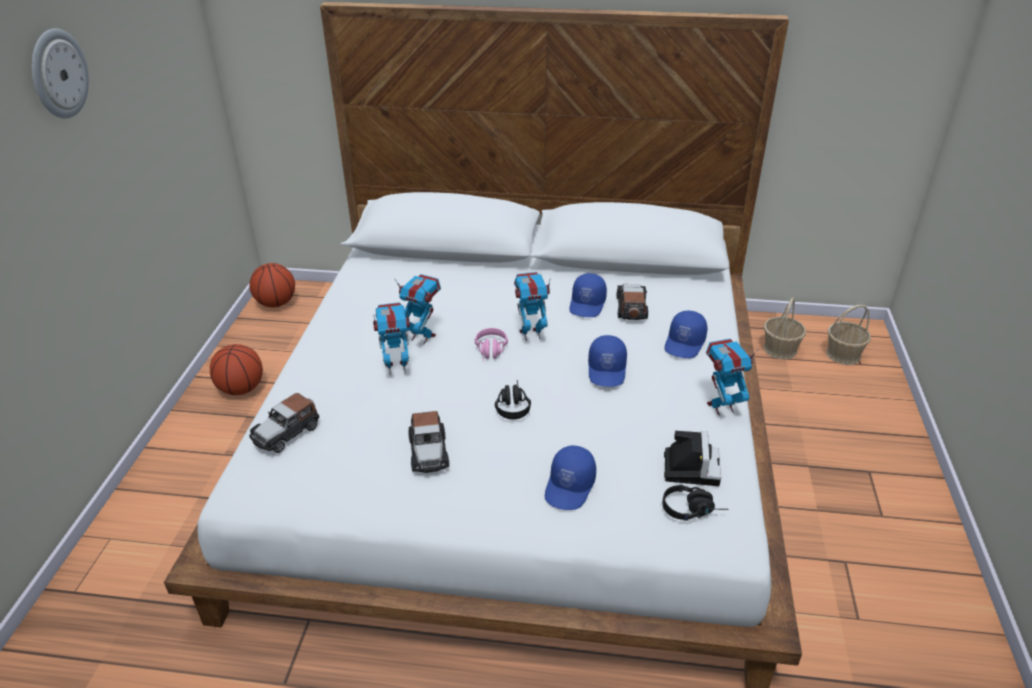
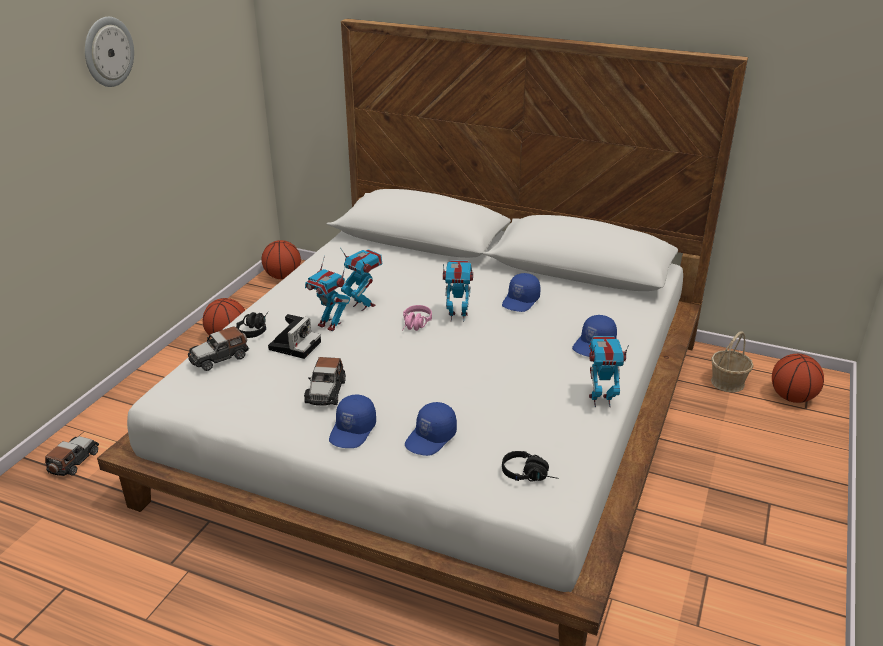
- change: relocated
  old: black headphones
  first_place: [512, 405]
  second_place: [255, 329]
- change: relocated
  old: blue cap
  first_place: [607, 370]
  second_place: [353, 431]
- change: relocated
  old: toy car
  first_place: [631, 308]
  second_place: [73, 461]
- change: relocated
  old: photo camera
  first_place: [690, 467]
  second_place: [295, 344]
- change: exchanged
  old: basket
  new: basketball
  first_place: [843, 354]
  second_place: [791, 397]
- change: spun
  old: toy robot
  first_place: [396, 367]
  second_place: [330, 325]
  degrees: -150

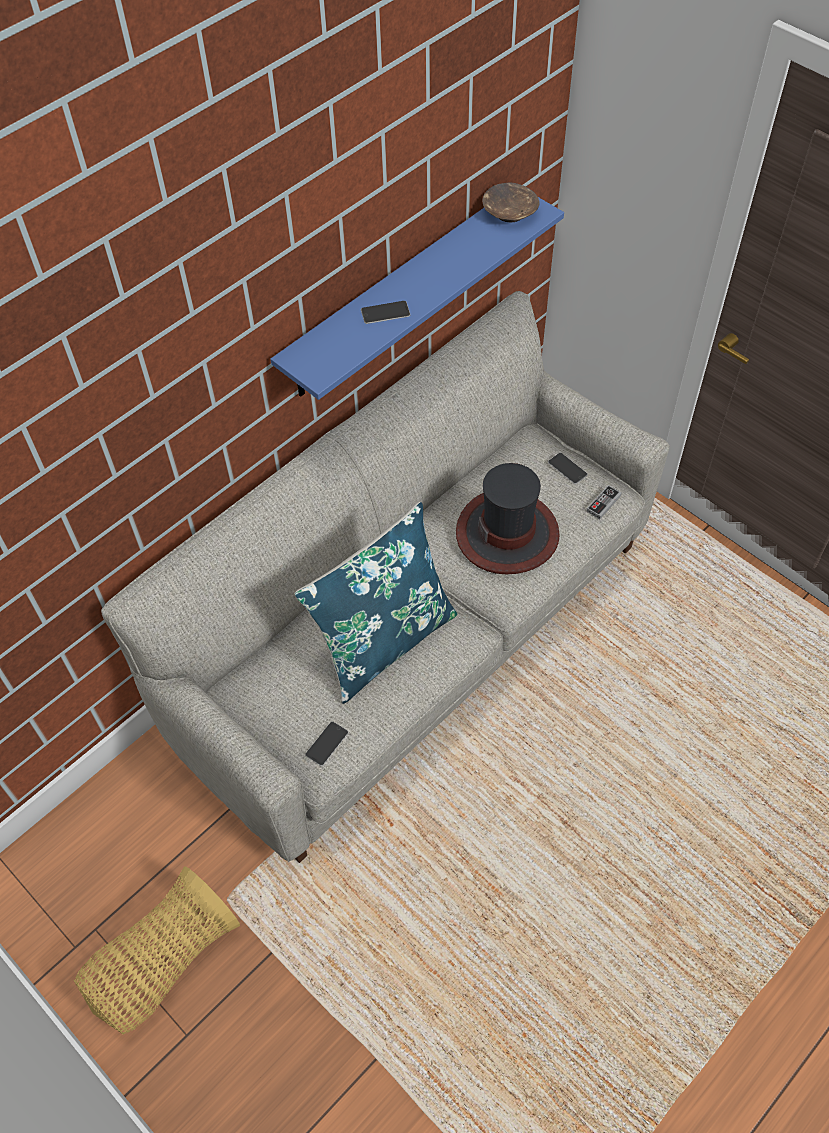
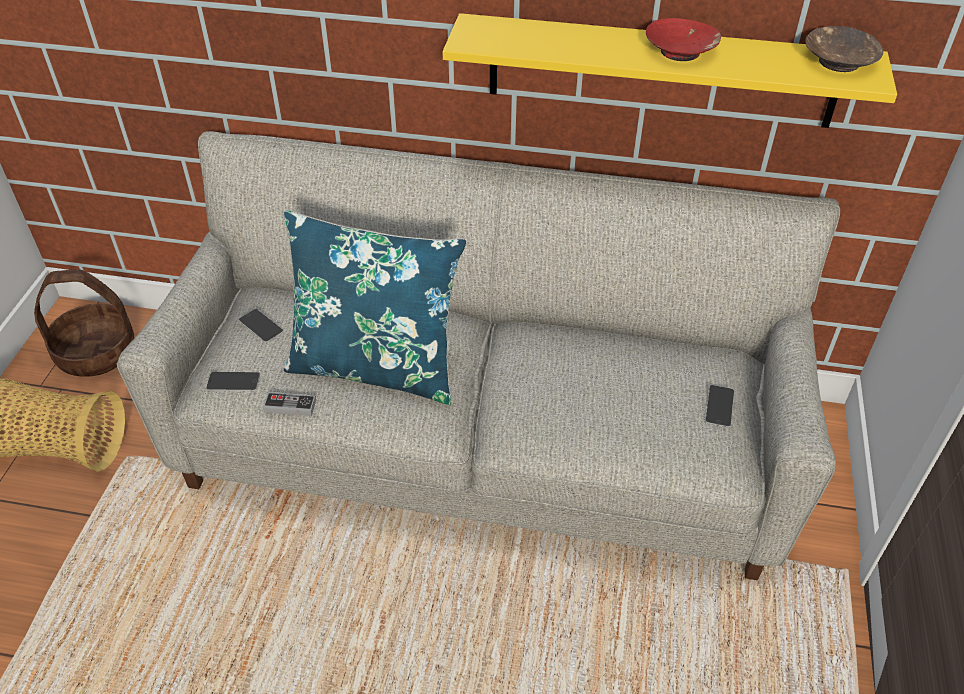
- change: missing
  old: hat
  first_place: [507, 533]
- change: appeared
  new: basket
  second_place: [97, 352]
- change: appeared
  new: red bowl
  second_place: [680, 52]
- change: relocated
  old: phone
  first_place: [385, 312]
  second_place: [260, 326]
- change: relocated
  old: game controller
  first_place: [603, 503]
  second_place: [290, 406]
- change: colour
  old: blue shelf
  new: yellow shelf
  first_place: [401, 293]
  second_place: [661, 71]

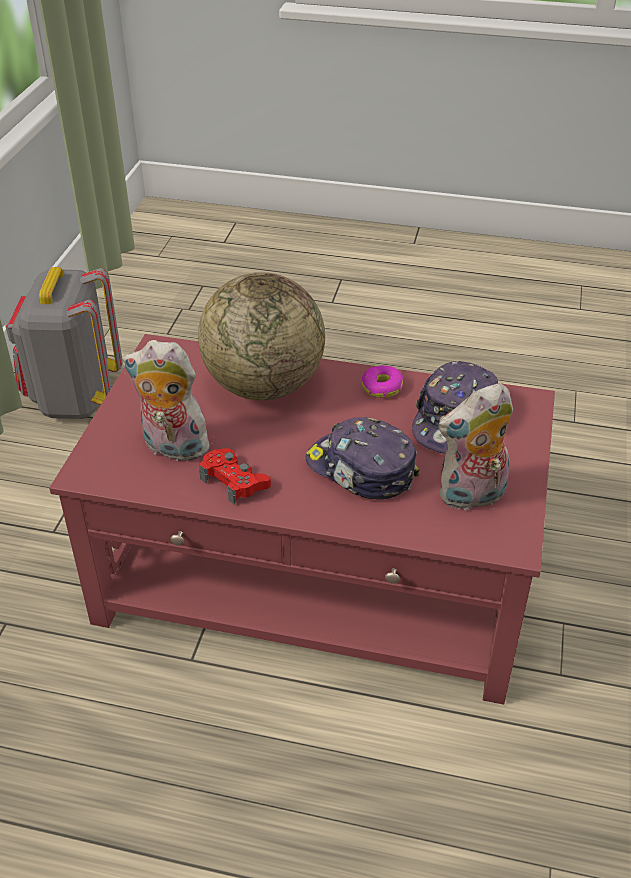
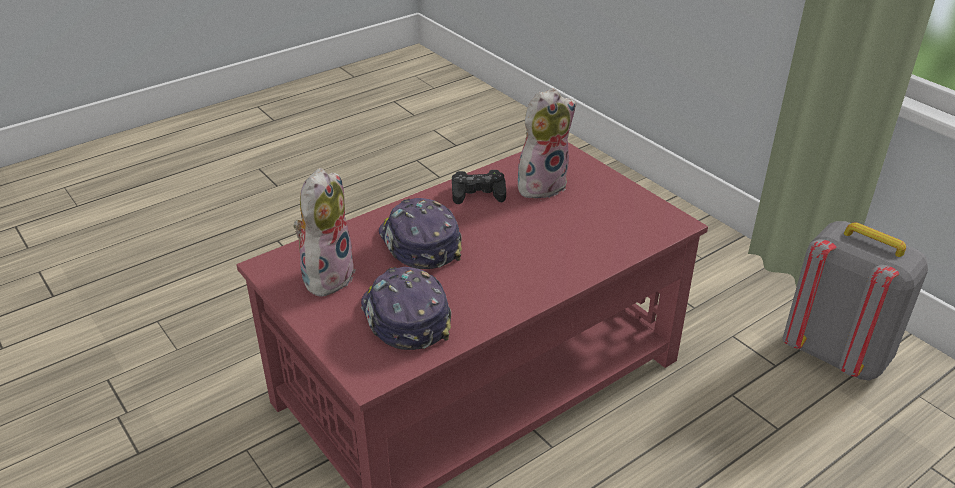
- change: missing
  old: globe
  first_place: [263, 386]
- change: missing
  old: donut
  first_place: [381, 387]
- change: colour
  old: red game controller
  new: black game controller
  first_place: [234, 481]
  second_place: [478, 193]
- change: spun
  old: cap
  first_place: [361, 470]
  second_place: [419, 244]
  degrees: -105

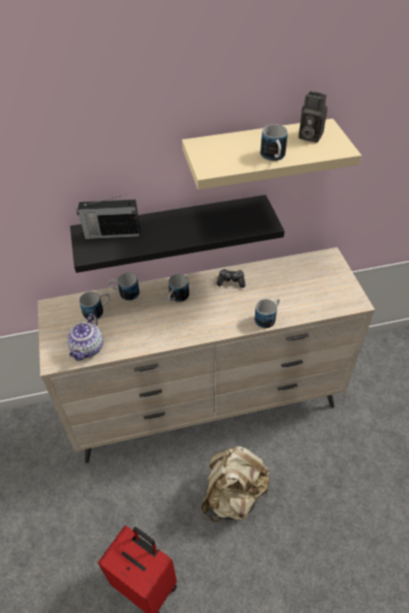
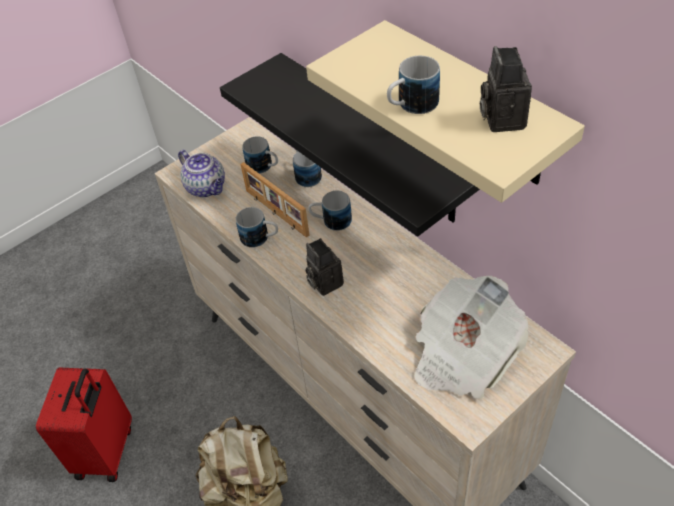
- change: missing
  old: radio
  first_place: [111, 233]
- change: missing
  old: game controller
  first_place: [231, 281]
- change: appeared
  new: picture frame
  second_place: [275, 213]
- change: appeared
  new: photo camera
  second_place: [323, 282]
- change: appeared
  new: newspaper
  second_place: [463, 355]
- change: relocated
  old: mug
  first_place: [268, 318]
  second_place: [260, 238]
- change: spun
  old: teapot
  first_place: [87, 349]
  second_place: [207, 188]
  degrees: -120

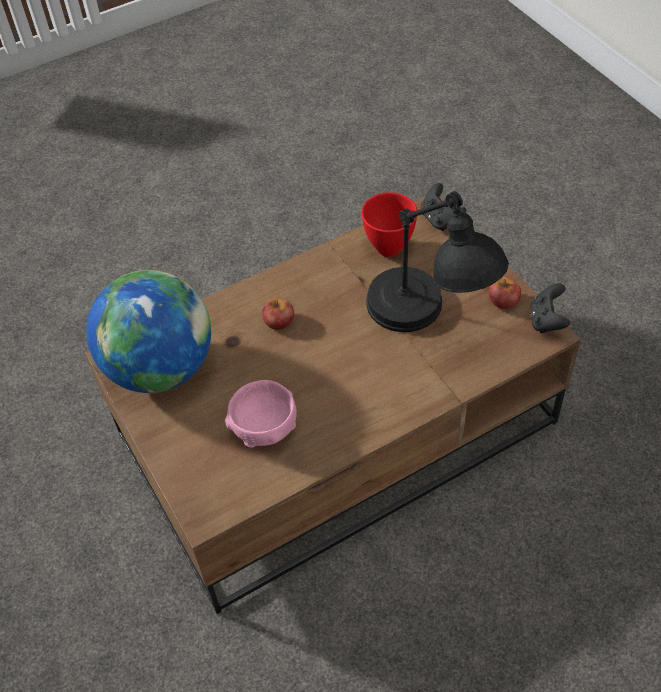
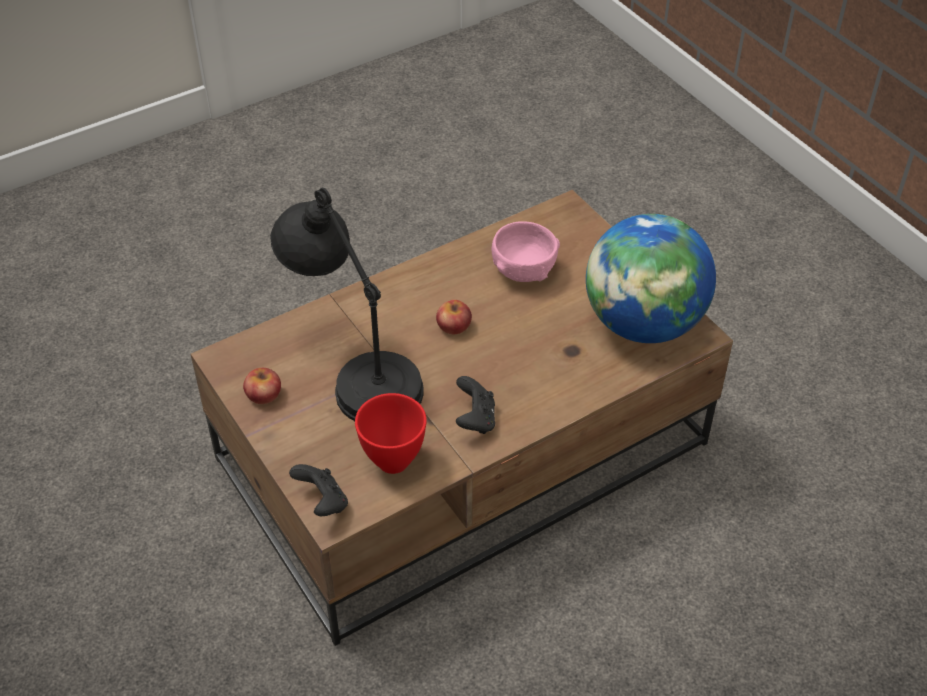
- change: relocated
  old: apple
  first_place: [279, 321]
  second_place: [454, 326]
- change: relocated
  old: black game controller
  first_place: [547, 321]
  second_place: [475, 419]

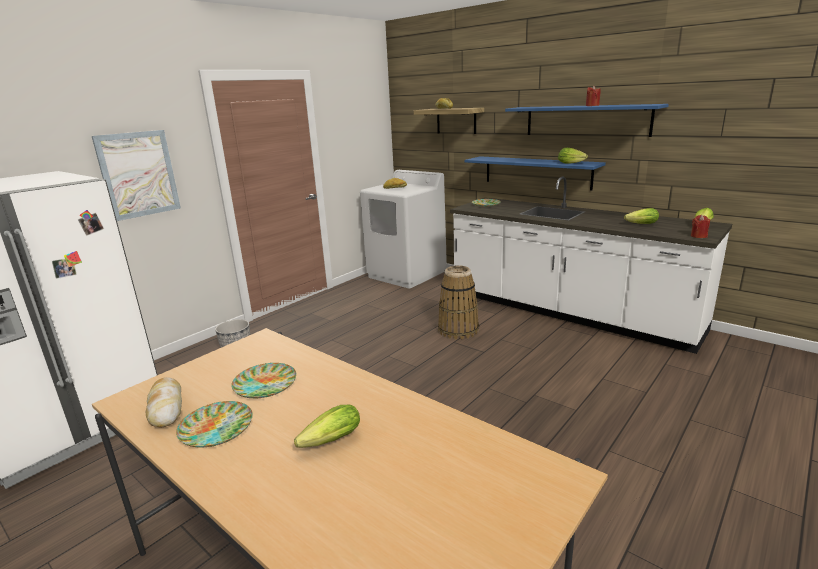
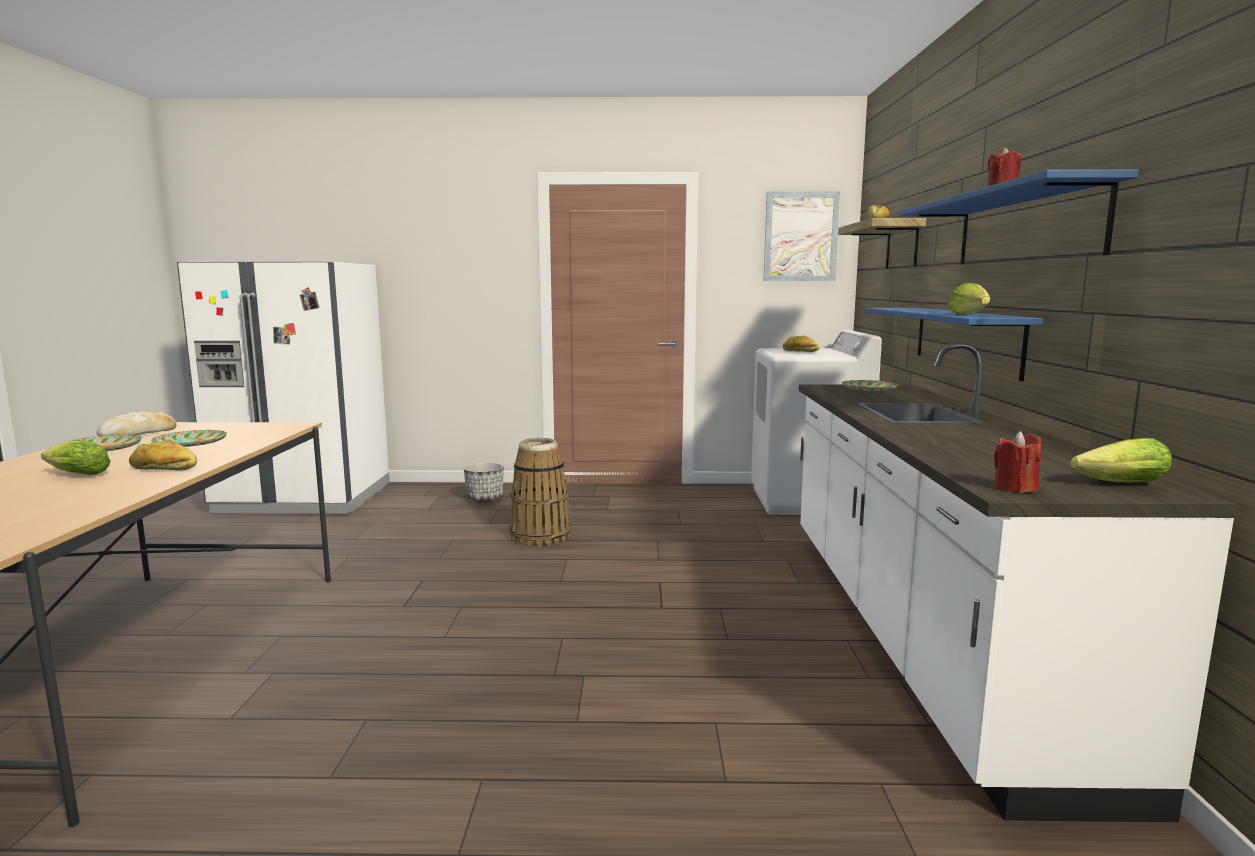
- change: missing
  old: lettuce
  first_place: [639, 224]
- change: appeared
  new: bread
  second_place: [164, 469]
- change: relocated
  old: picture
  first_place: [138, 174]
  second_place: [800, 237]
- change: relocated
  old: basket
  first_place: [458, 330]
  second_place: [540, 536]

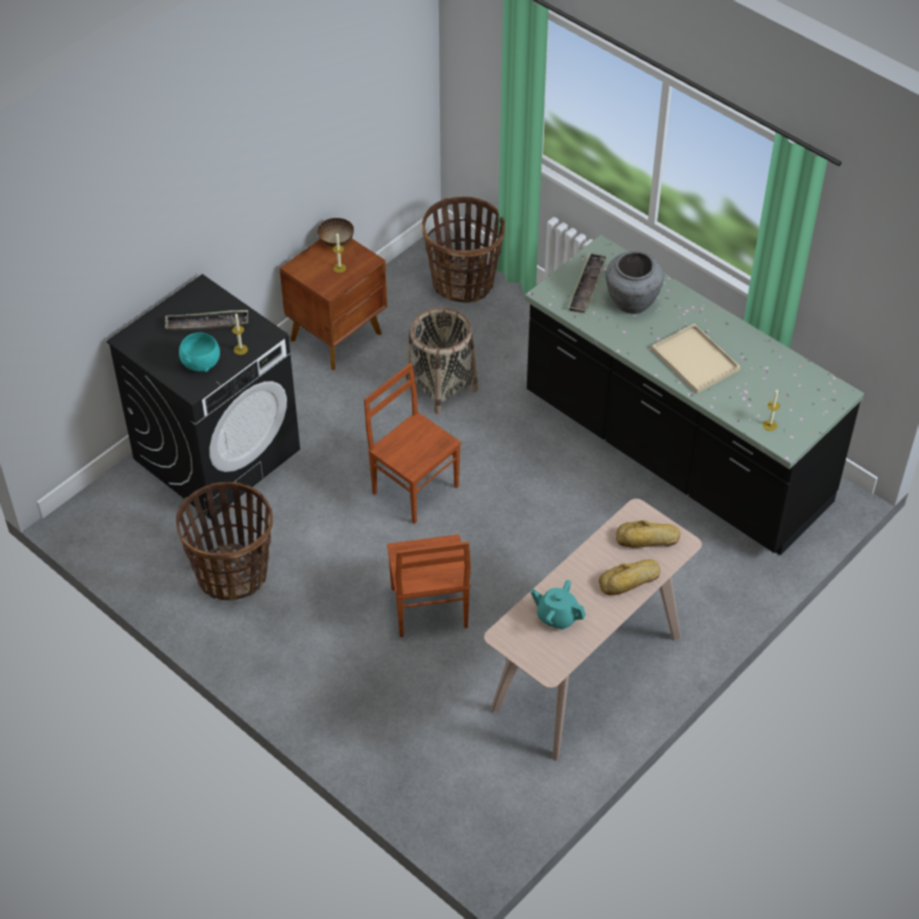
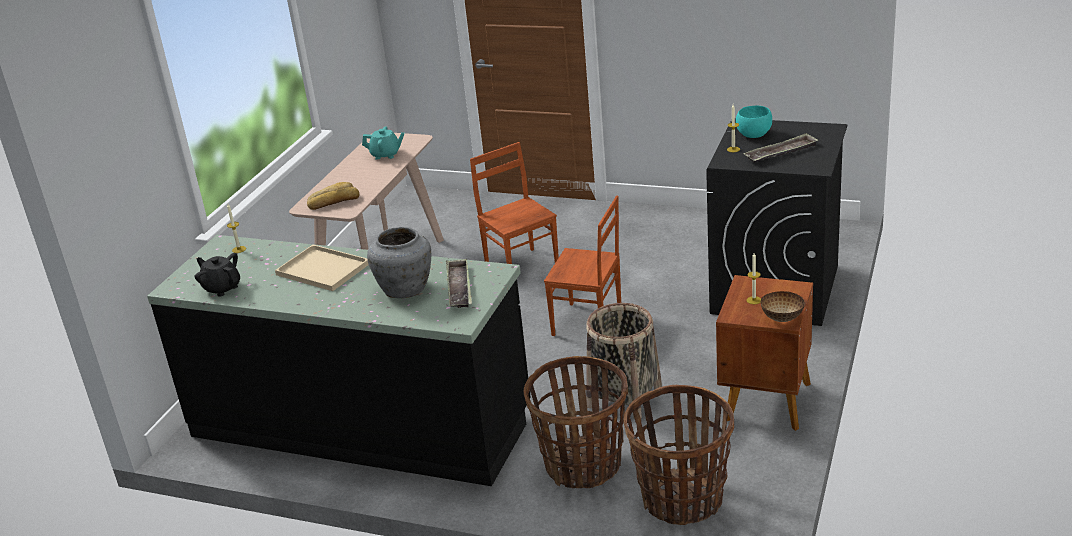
- change: missing
  old: bread
  first_place: [630, 581]
- change: appeared
  new: black teapot
  second_place: [222, 288]
- change: relocated
  old: basket
  first_place: [232, 574]
  second_place: [583, 466]

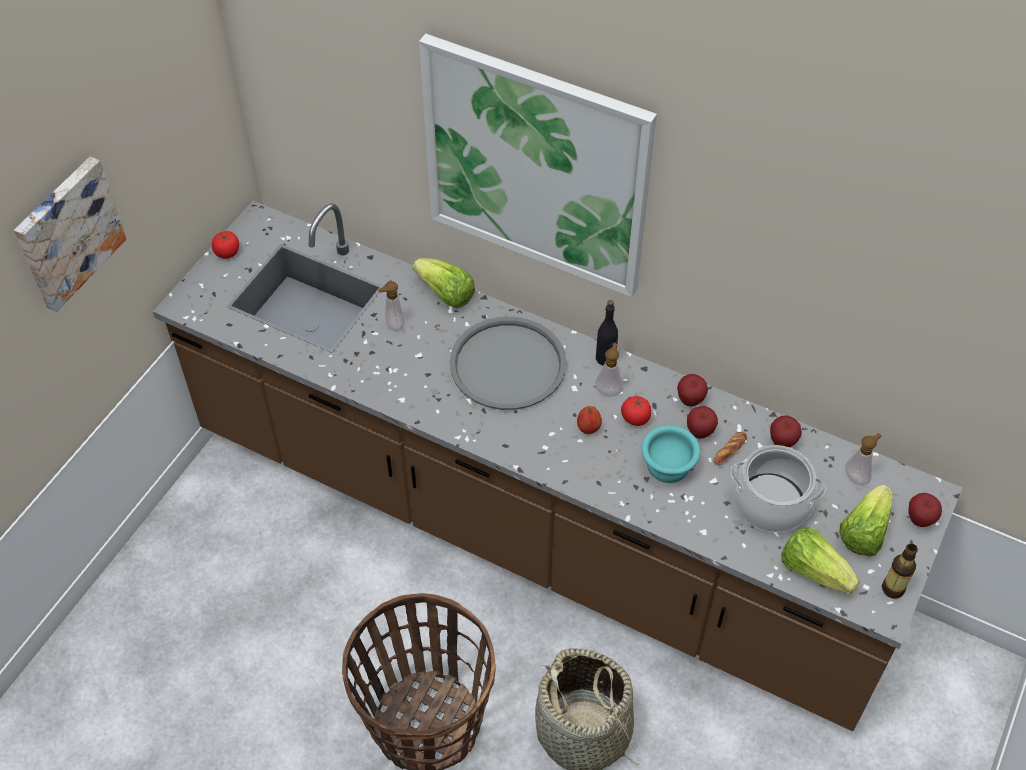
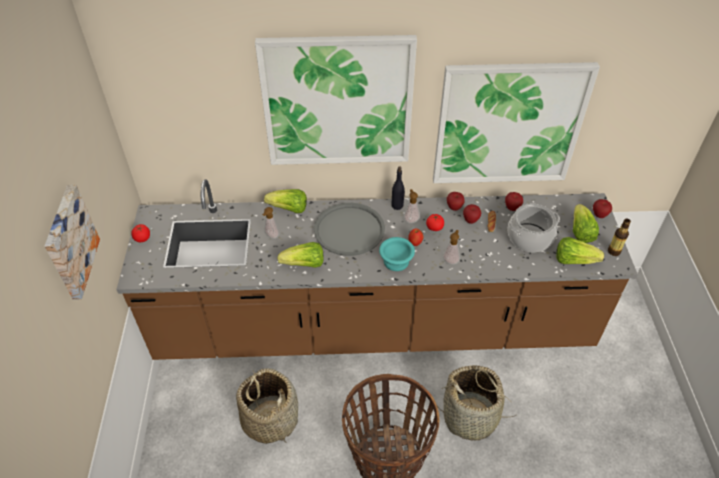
- change: appeared
  new: basket
  second_place: [270, 419]
- change: appeared
  new: lettuce
  second_place: [304, 264]
- change: appeared
  new: picture
  second_place: [509, 124]
- change: relocated
  old: turquoise bowl
  first_place: [669, 466]
  second_place: [397, 262]
- change: relocated
  old: soap dispenser
  first_place: [857, 477]
  second_place: [451, 261]

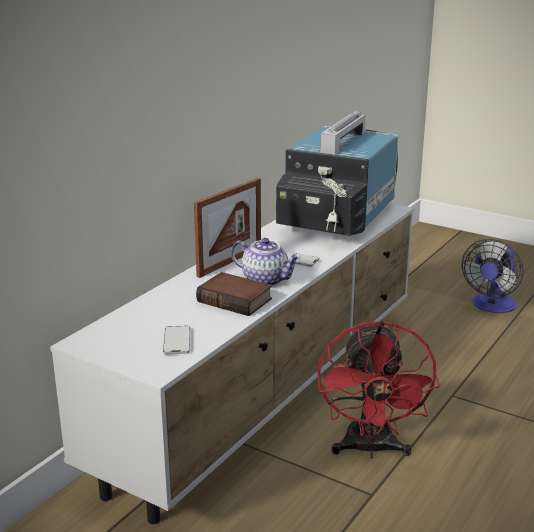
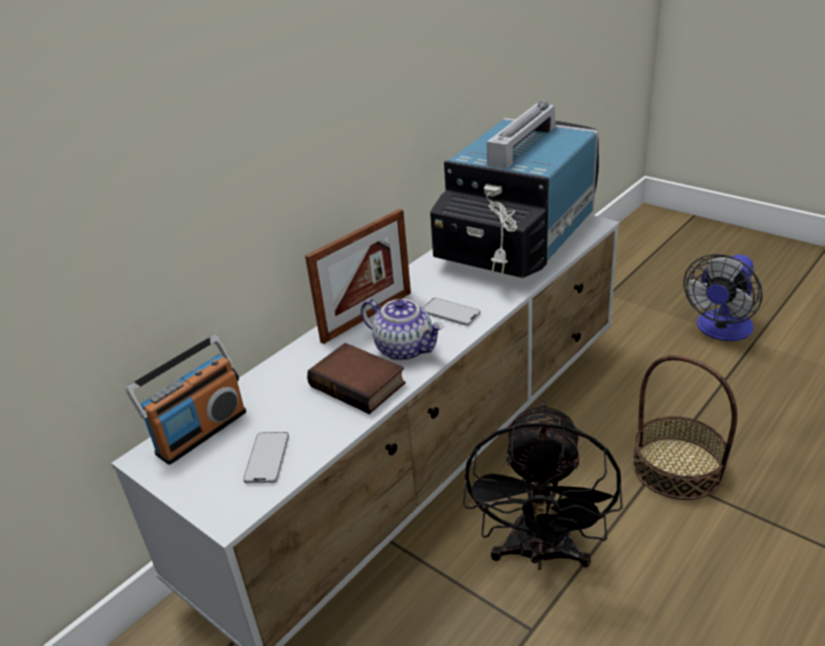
- change: appeared
  new: radio
  second_place: [201, 432]
- change: appeared
  new: basket
  second_place: [677, 467]
- change: colour
  old: red fan
  new: black fan
  first_place: [370, 449]
  second_place: [540, 554]

